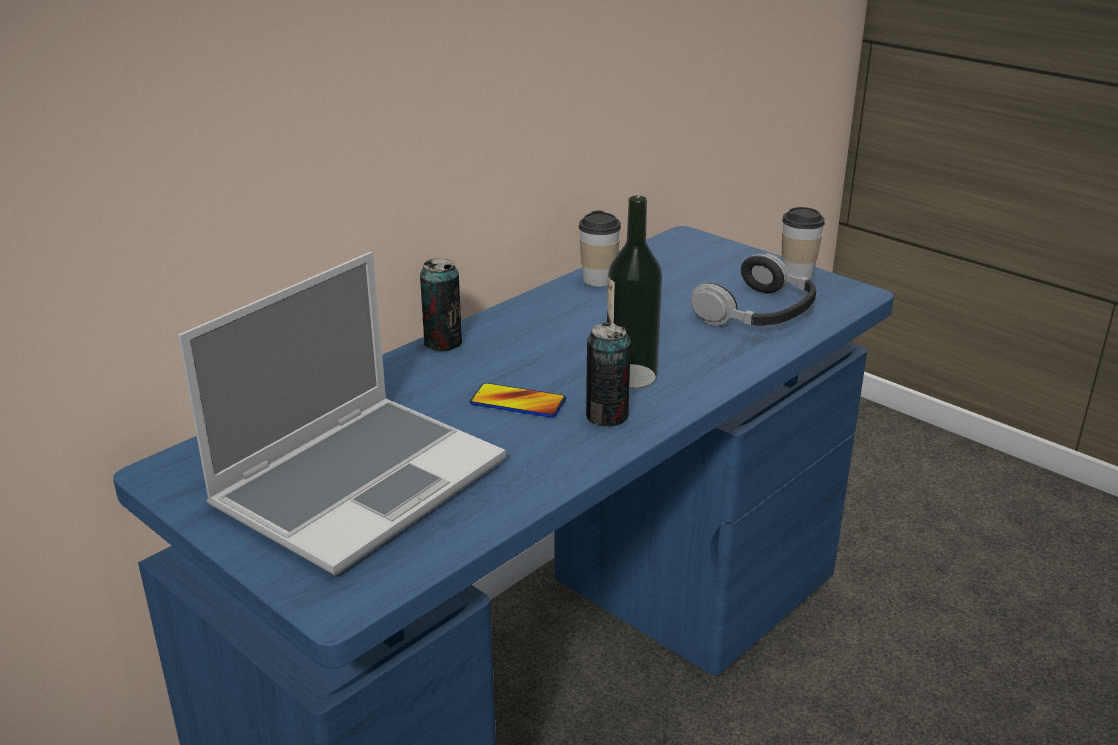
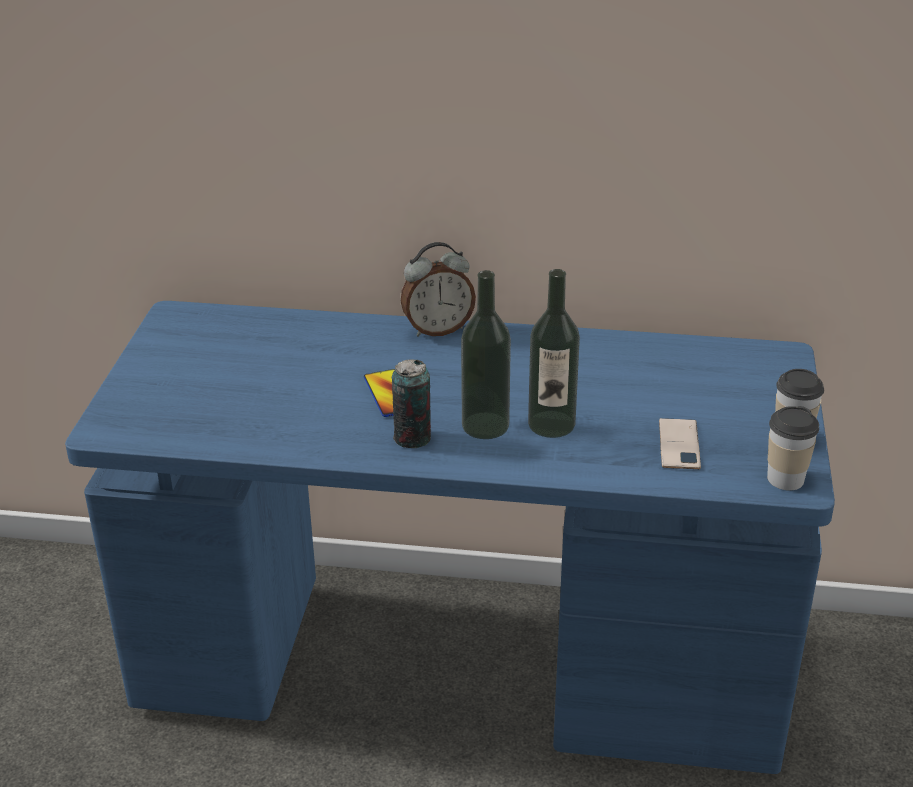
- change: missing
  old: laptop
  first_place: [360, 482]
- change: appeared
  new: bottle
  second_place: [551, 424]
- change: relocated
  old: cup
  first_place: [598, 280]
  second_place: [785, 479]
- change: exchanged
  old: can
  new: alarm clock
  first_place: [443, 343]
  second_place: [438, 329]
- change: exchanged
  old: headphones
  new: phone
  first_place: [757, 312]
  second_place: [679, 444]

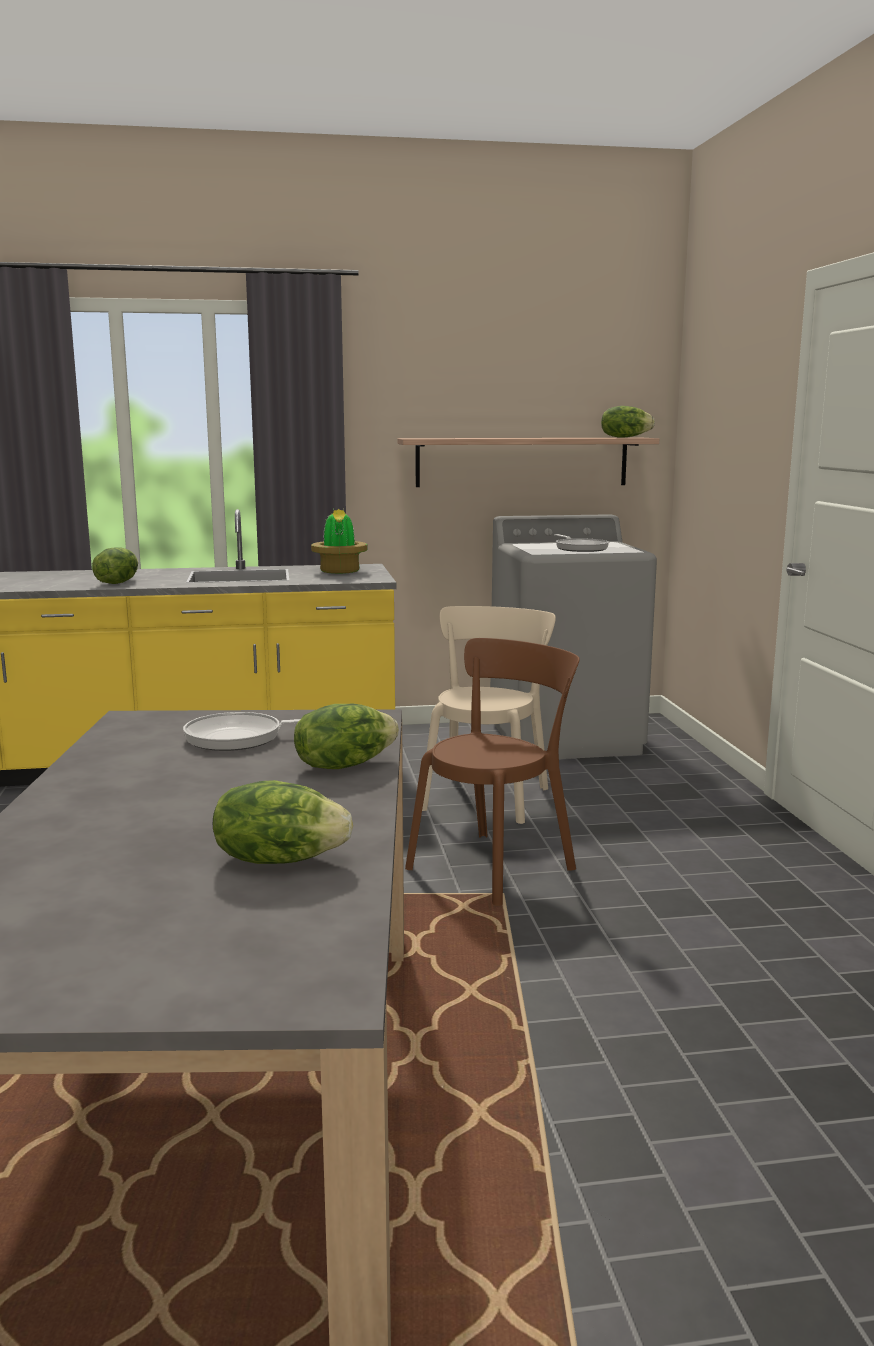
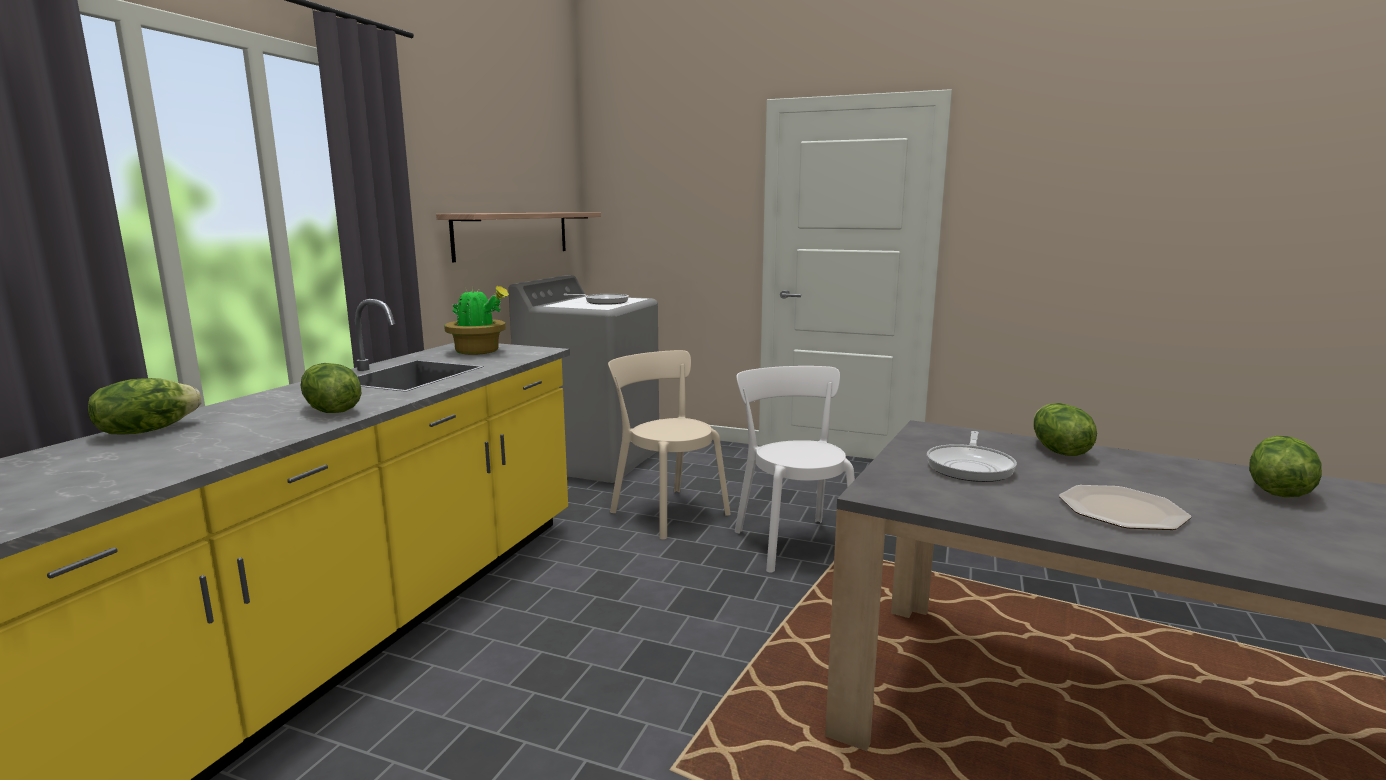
- change: appeared
  new: plate
  second_place: [1120, 510]
- change: relocated
  old: lettuce
  first_place: [625, 437]
  second_place: [147, 430]
- change: colour
  old: brown chair
  new: white chair
  first_place: [495, 865]
  second_place: [793, 541]

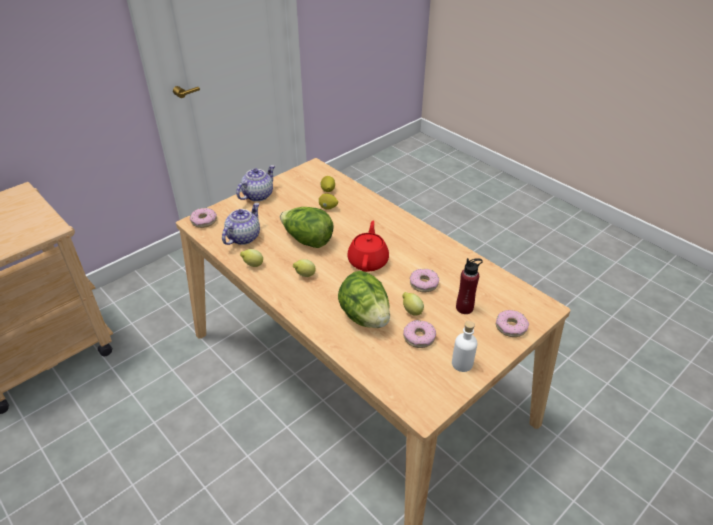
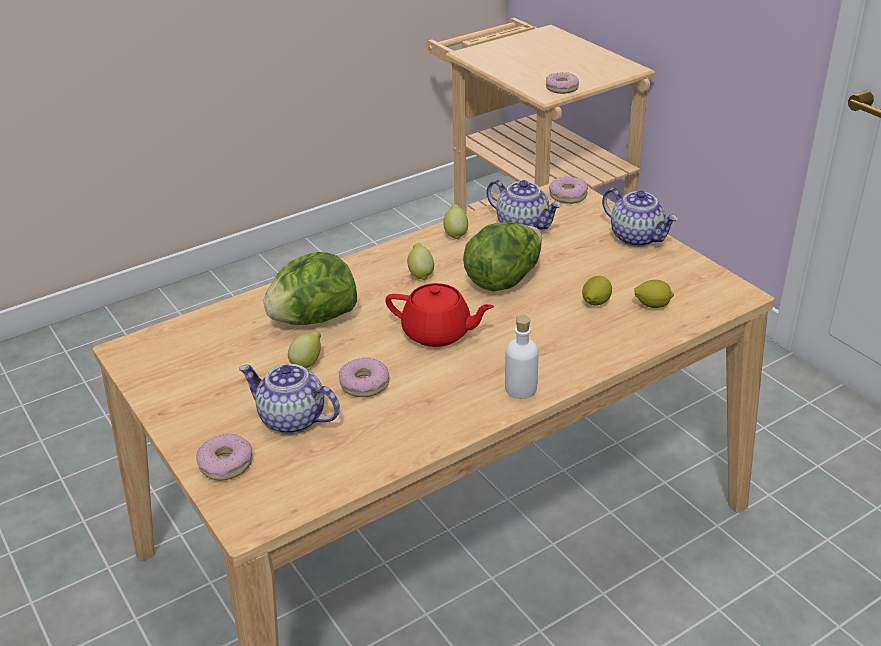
- change: relocated
  old: donut
  first_place: [419, 337]
  second_place: [561, 88]
- change: relocated
  old: white bottle
  first_place: [462, 363]
  second_place: [520, 388]
- change: exchanged
  old: red bottle
  new: teapot
  first_place: [464, 308]
  second_place: [291, 419]

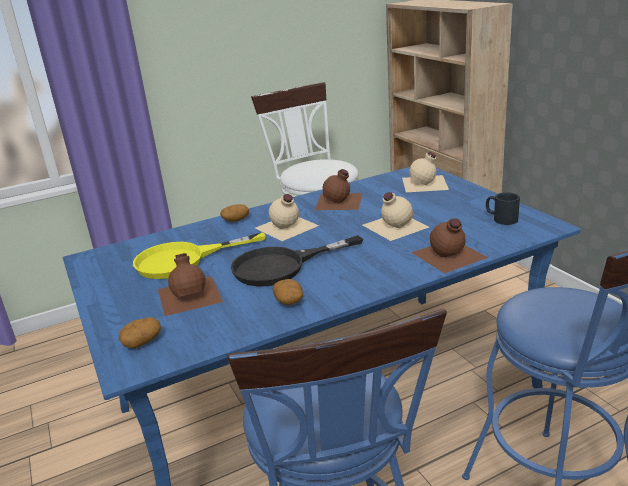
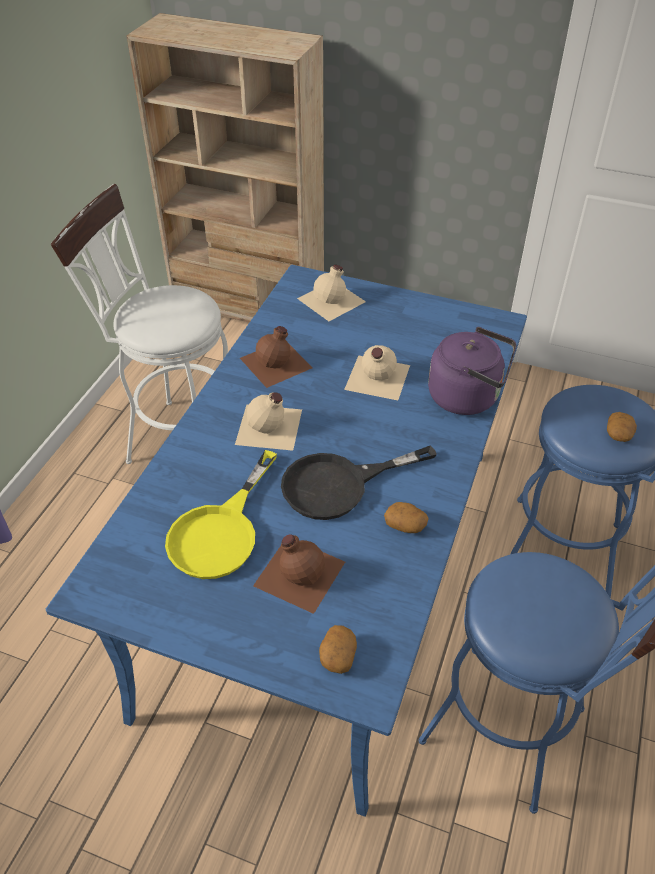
- change: missing
  old: black mug
  first_place: [501, 218]
- change: relocated
  old: potato
  first_place: [236, 220]
  second_place: [618, 434]
- change: exchanged
  old: brown bottle
  new: purple kettle
  first_place: [448, 255]
  second_place: [468, 397]
- change: spun
  old: black frying pan
  first_place: [281, 266]
  second_place: [339, 485]
  degrees: 45

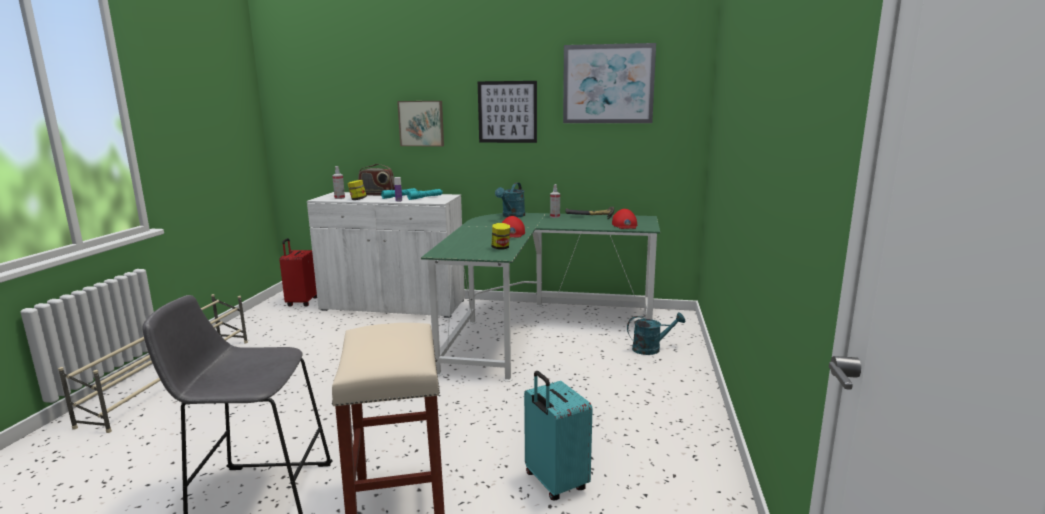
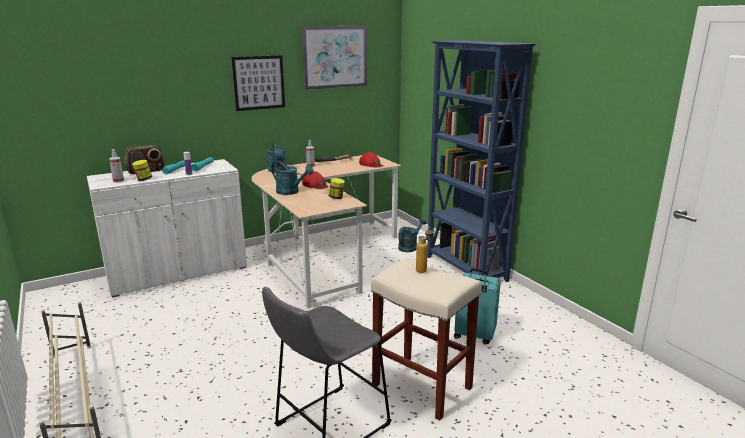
- change: missing
  old: red suitcase
  first_place: [301, 302]
- change: missing
  old: picture
  first_place: [421, 123]
- change: appeared
  new: turquoise watering can
  second_place: [291, 192]
- change: appeared
  new: bottle
  second_place: [424, 269]
- change: appeared
  new: blue bookcase
  second_place: [465, 269]
- change: colour
  old: green desk
  new: beige desk
  first_place: [536, 329]
  second_place: [323, 256]

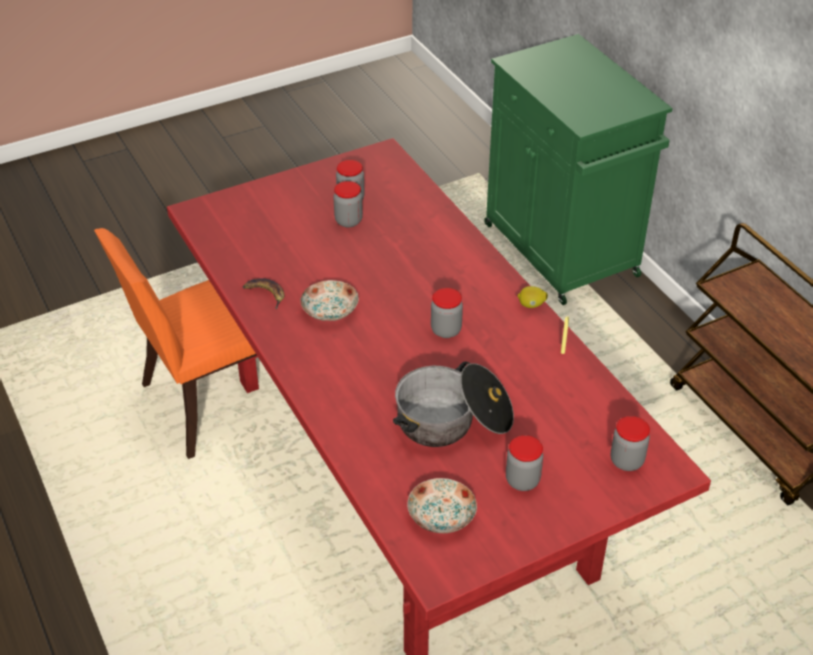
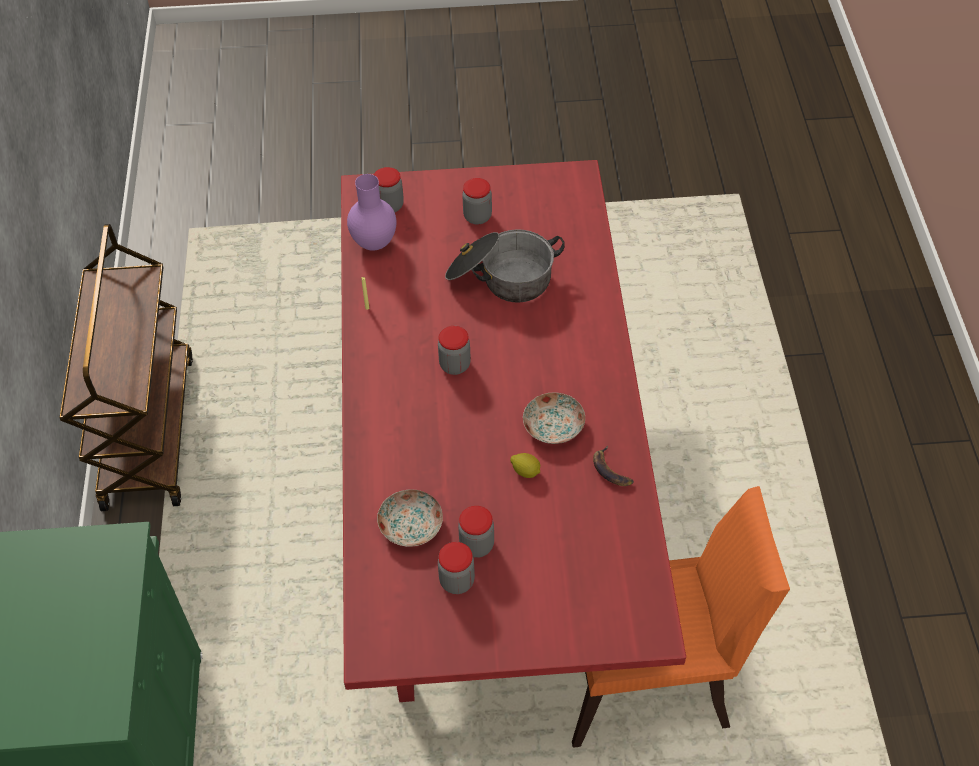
- change: appeared
  new: purple vase
  second_place: [375, 244]
- change: relocated
  old: plate
  first_place: [440, 516]
  second_place: [412, 525]
- change: relocated
  old: lemon
  first_place: [531, 305]
  second_place: [526, 471]

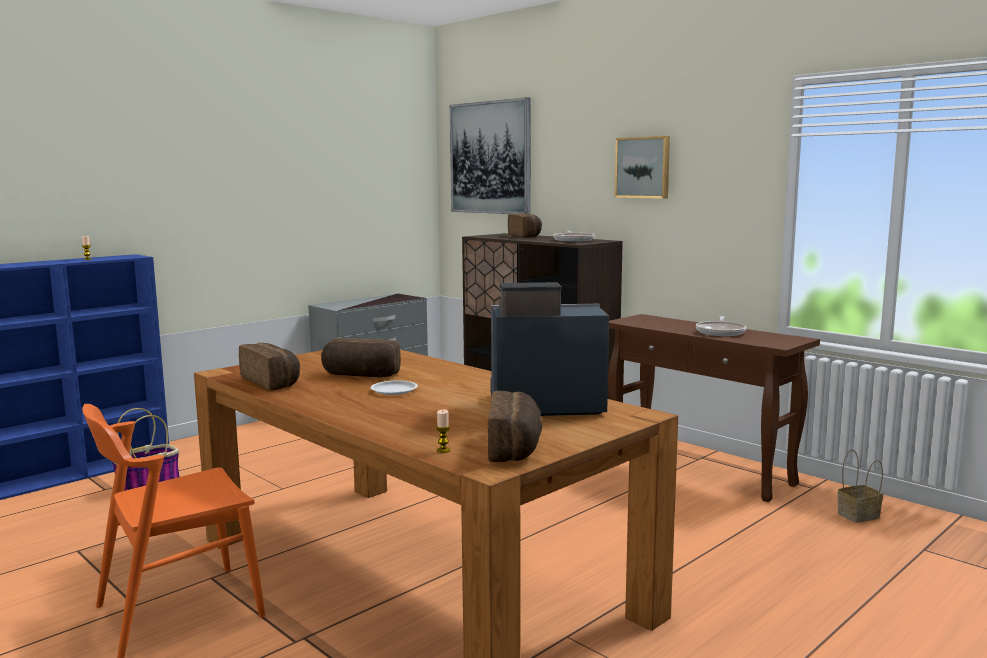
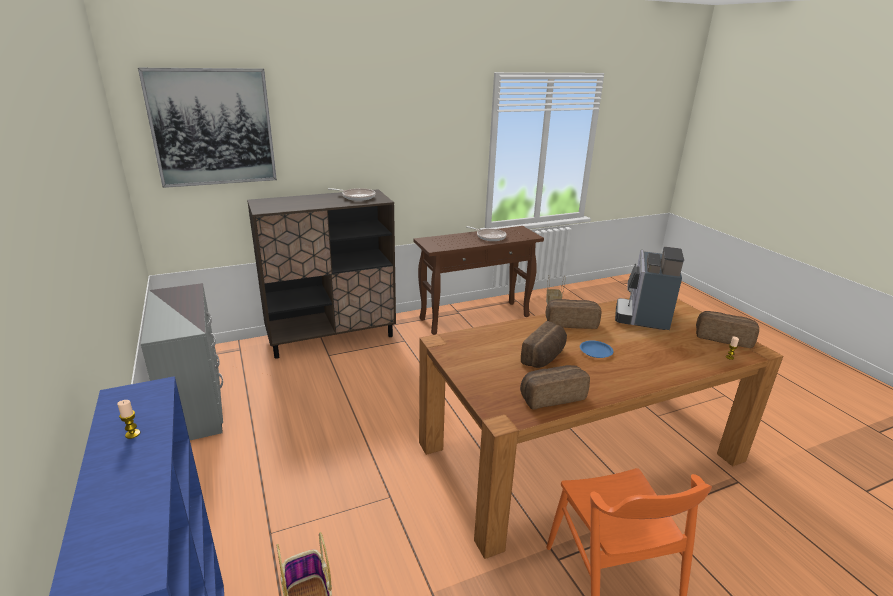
- change: missing
  old: picture
  first_place: [643, 167]
- change: relocated
  old: bread
  first_place: [526, 236]
  second_place: [571, 322]
- change: colour
  old: white plate
  new: blue plate
  first_place: [394, 390]
  second_place: [595, 351]

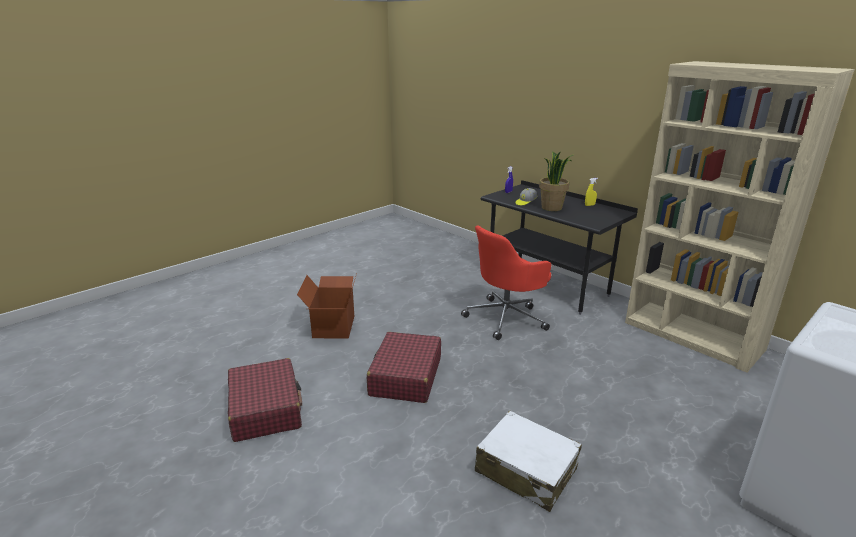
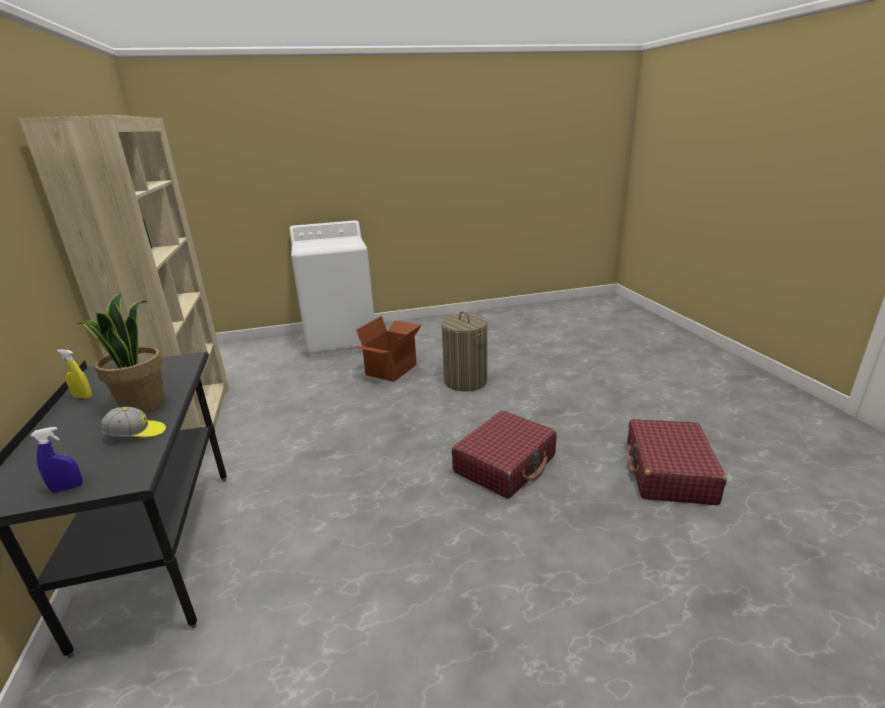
- change: missing
  old: red office chair
  first_place: [506, 318]
- change: relocated
  old: cardboard box
  first_place: [333, 326]
  second_place: [392, 370]
- change: exchanged
  old: white suitcase
  new: laundry basket
  first_place: [526, 470]
  second_place: [465, 381]

